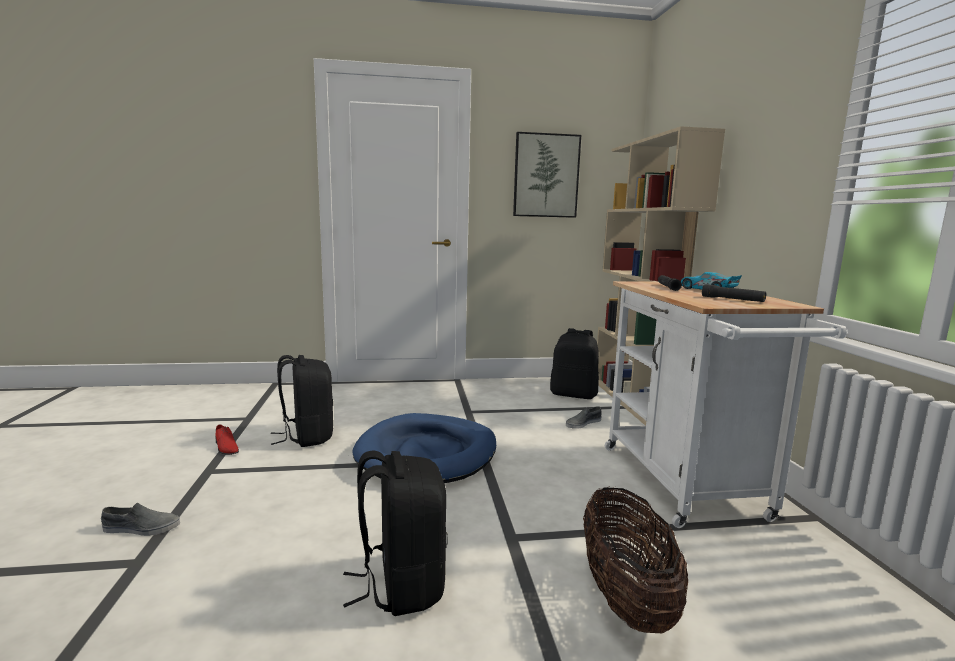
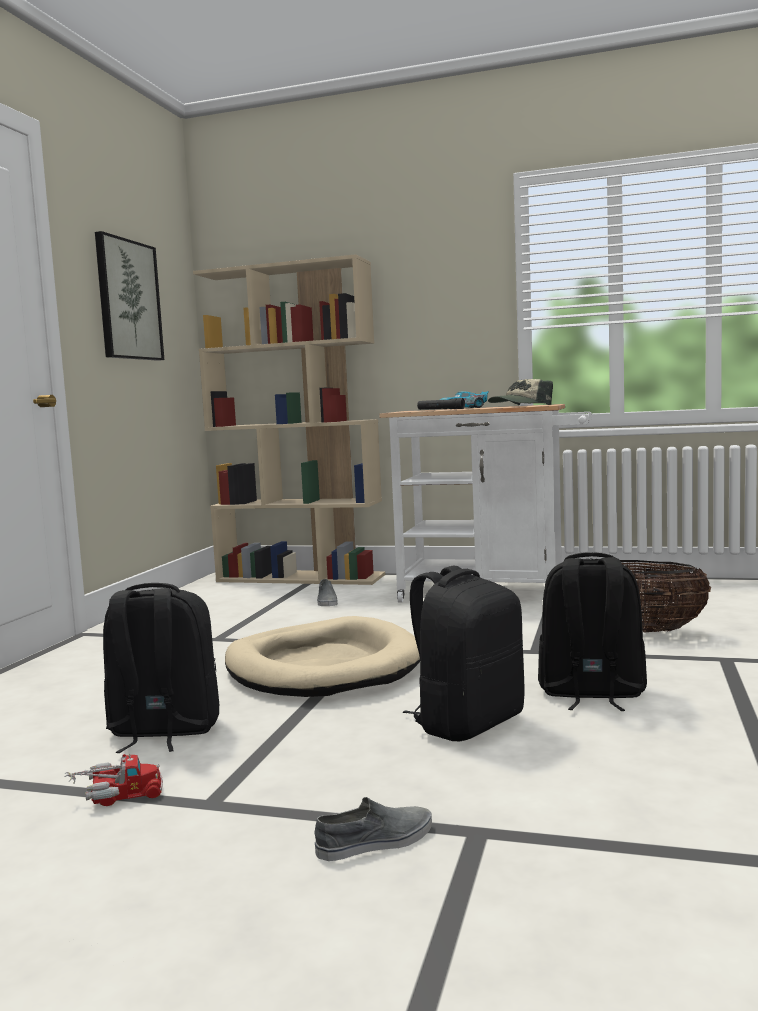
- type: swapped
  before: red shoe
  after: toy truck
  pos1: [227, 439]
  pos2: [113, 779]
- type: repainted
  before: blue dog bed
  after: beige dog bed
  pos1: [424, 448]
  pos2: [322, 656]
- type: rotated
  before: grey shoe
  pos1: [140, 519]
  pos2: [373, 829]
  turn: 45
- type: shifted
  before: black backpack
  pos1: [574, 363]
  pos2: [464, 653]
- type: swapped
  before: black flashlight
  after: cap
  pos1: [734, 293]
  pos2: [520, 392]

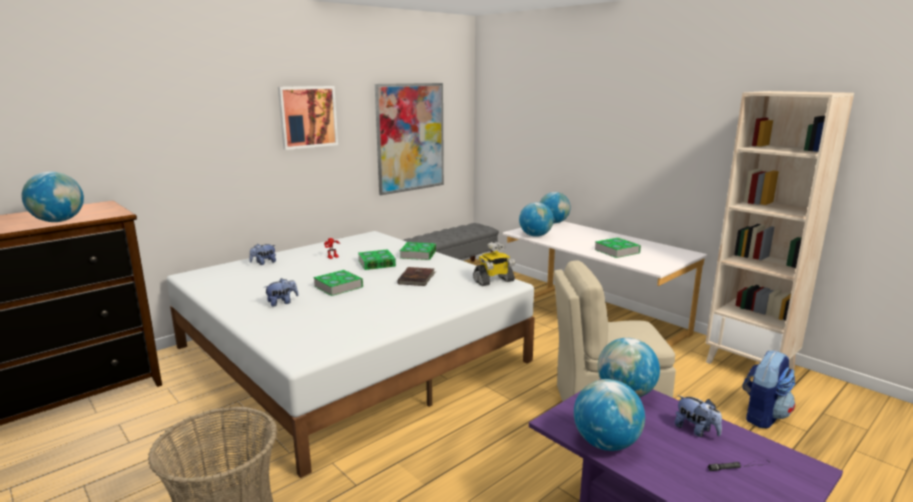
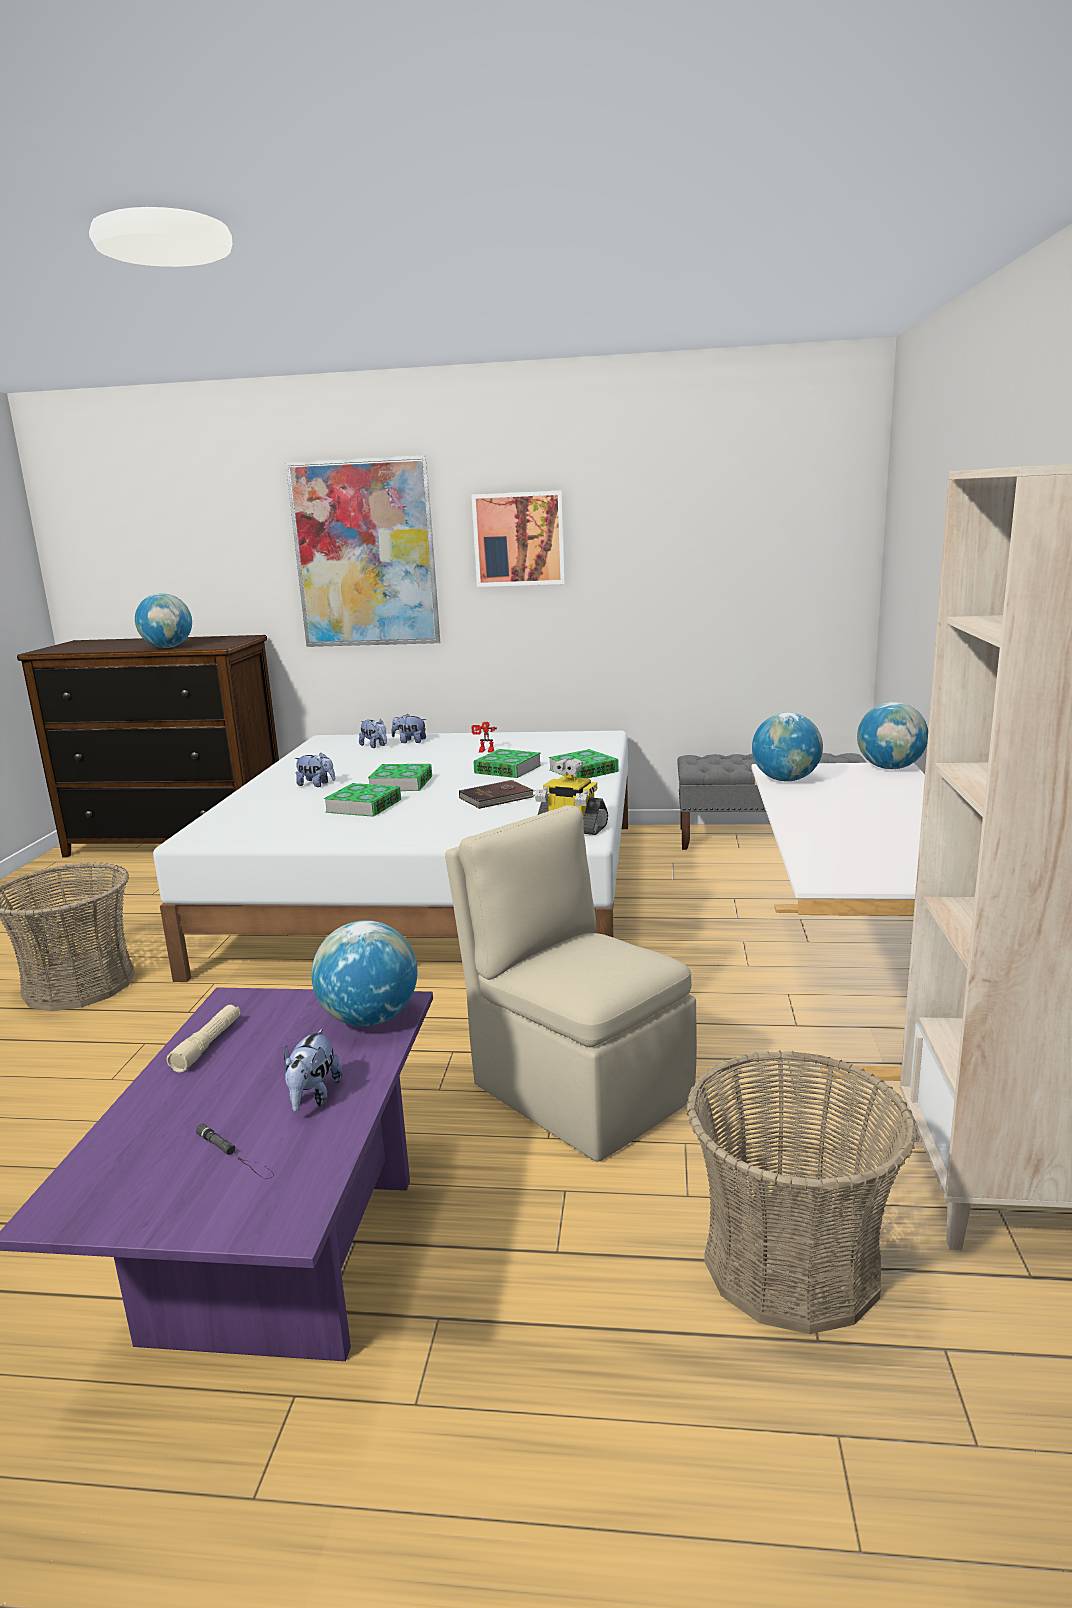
- type: swapped
  before: globe
  after: beige flashlight
  pos1: [609, 415]
  pos2: [204, 1039]
- type: shifted
  before: picture
  pos1: [409, 139]
  pos2: [363, 551]
- type: shifted
  before: book
  pos1: [617, 248]
  pos2: [362, 800]
- type: new
  after: plush toy
  pos2: [373, 733]
- type: swapped
  before: backpack
  after: basket
  pos1: [768, 389]
  pos2: [802, 1192]

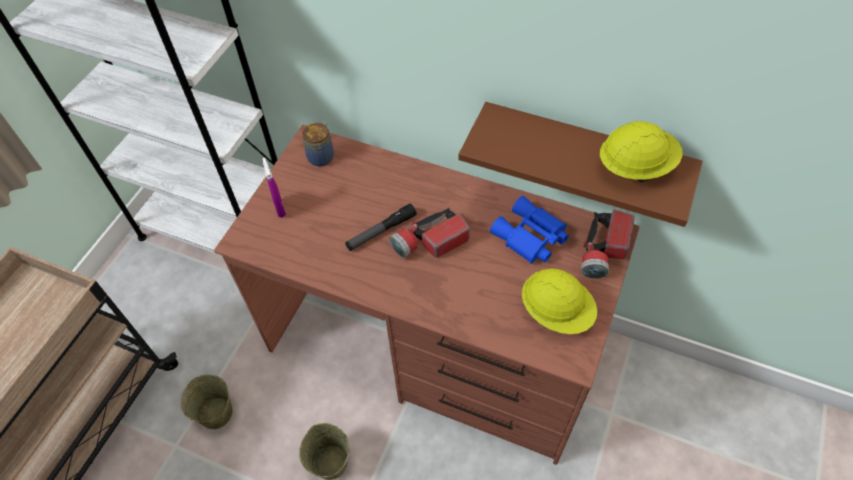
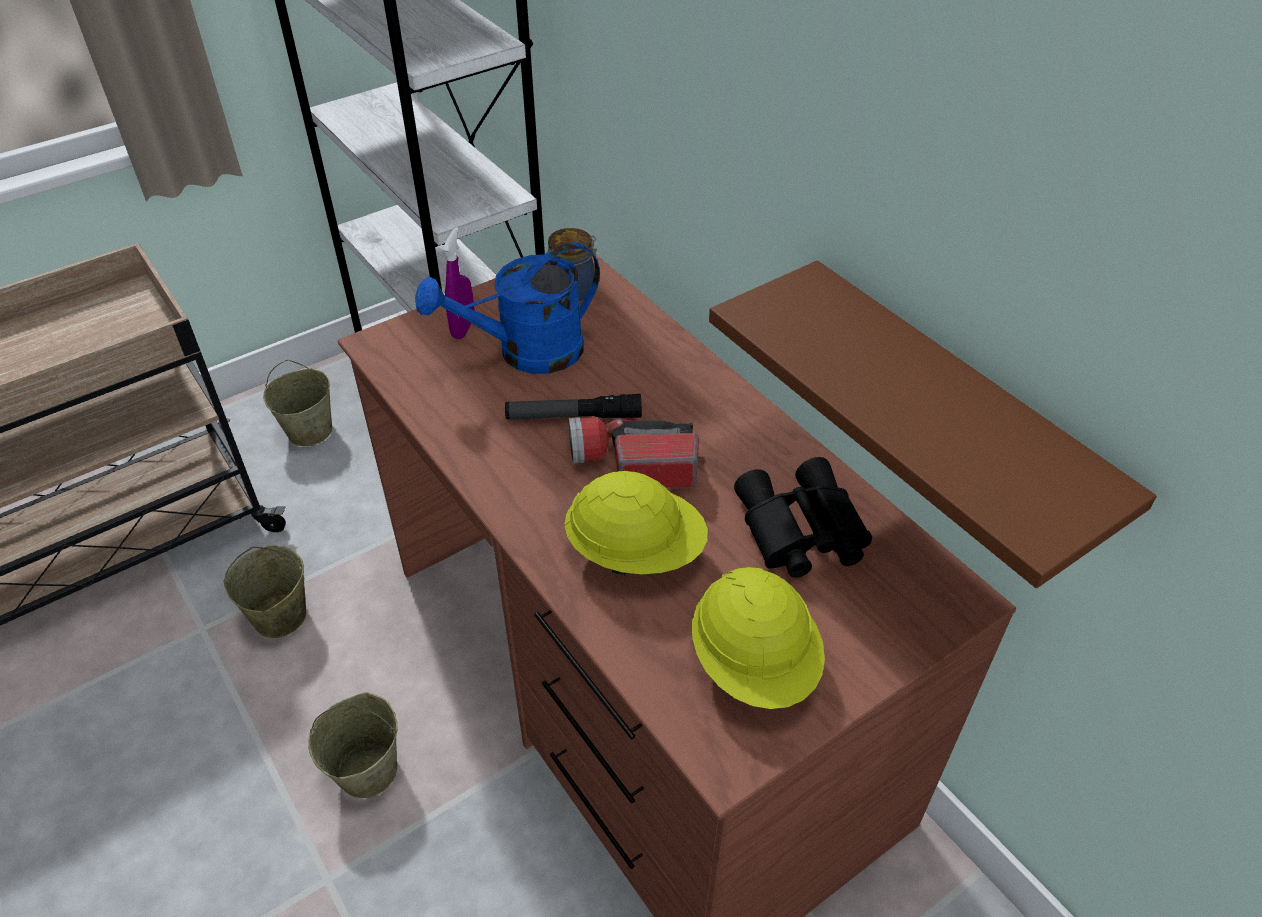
- type: new
  after: beige bucket
  pos2: [297, 403]
- type: new
  after: blue watering can
  pos2: [507, 308]
- type: shifted
  before: yellow hard hat
  pos1: [641, 151]
  pos2: [636, 523]
- type: repainted
  before: blue binoculars
  after: black binoculars
  pos1: [529, 230]
  pos2: [803, 517]
- type: gone
  before: flashlight
  pos1: [608, 244]

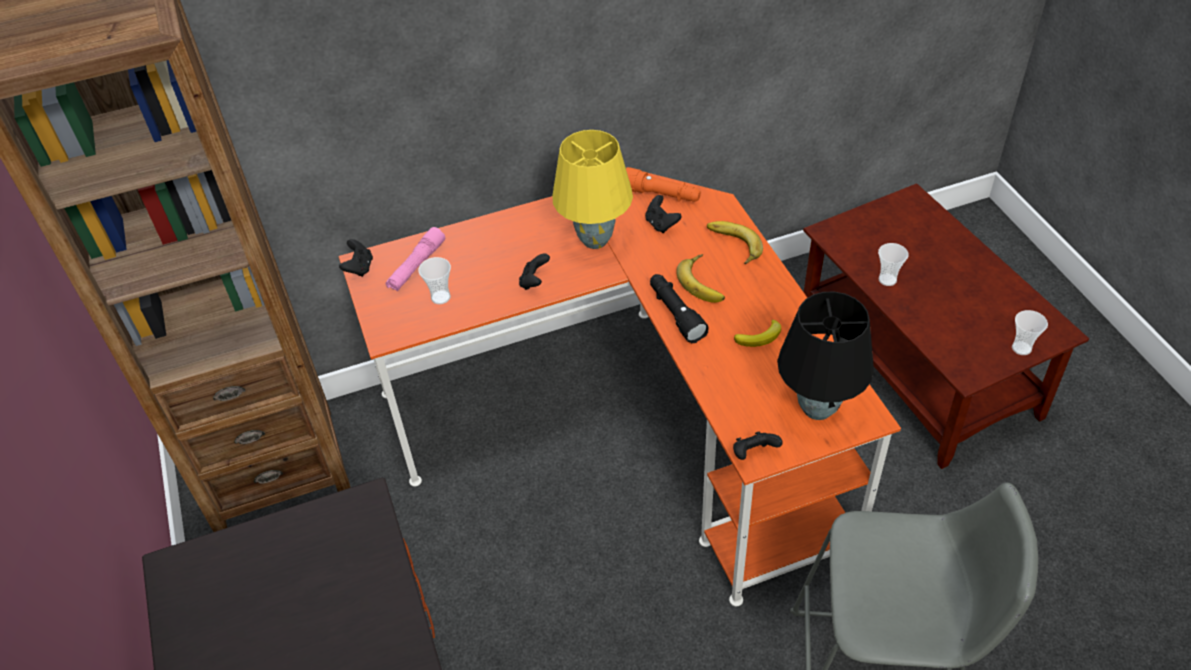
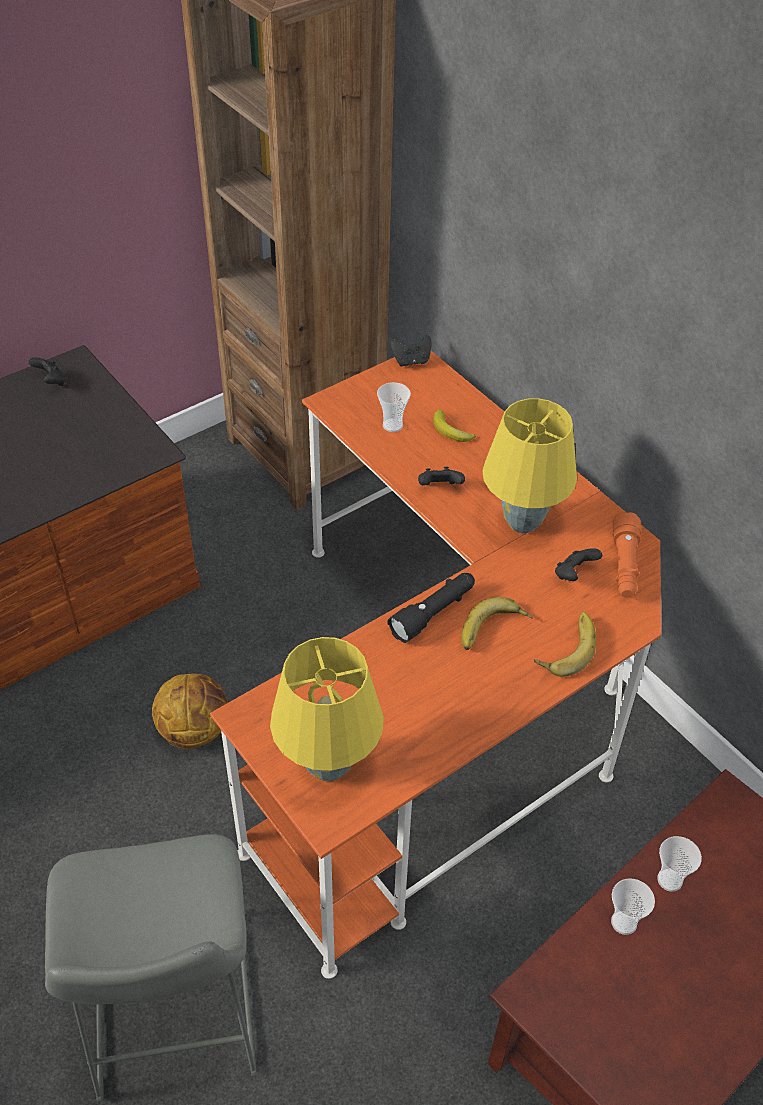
- type: shifted
  before: black game controller
  pos1: [758, 445]
  pos2: [47, 371]
- type: new
  after: basketball
  pos2: [190, 711]
- type: repainted
  before: black table lamp
  after: yellow table lamp
  pos1: [825, 356]
  pos2: [327, 709]
- type: shifted
  before: banana
  pos1: [757, 333]
  pos2: [454, 426]
- type: shifted
  before: cup
  pos1: [1030, 332]
  pos2: [633, 906]
- type: gone
  before: pink flashlight
  pos1: [415, 259]

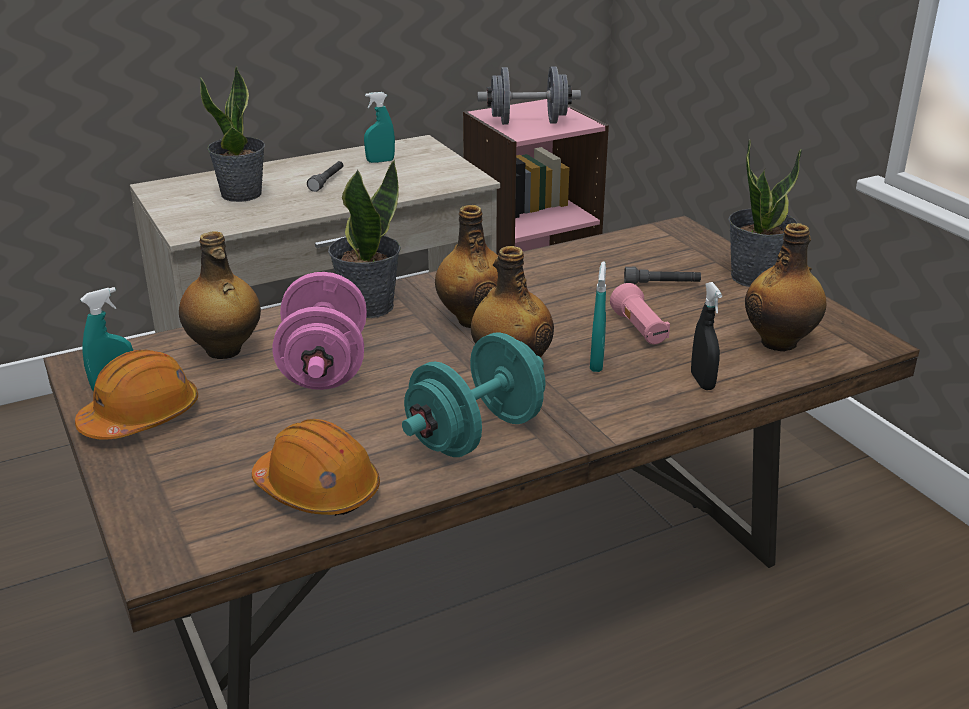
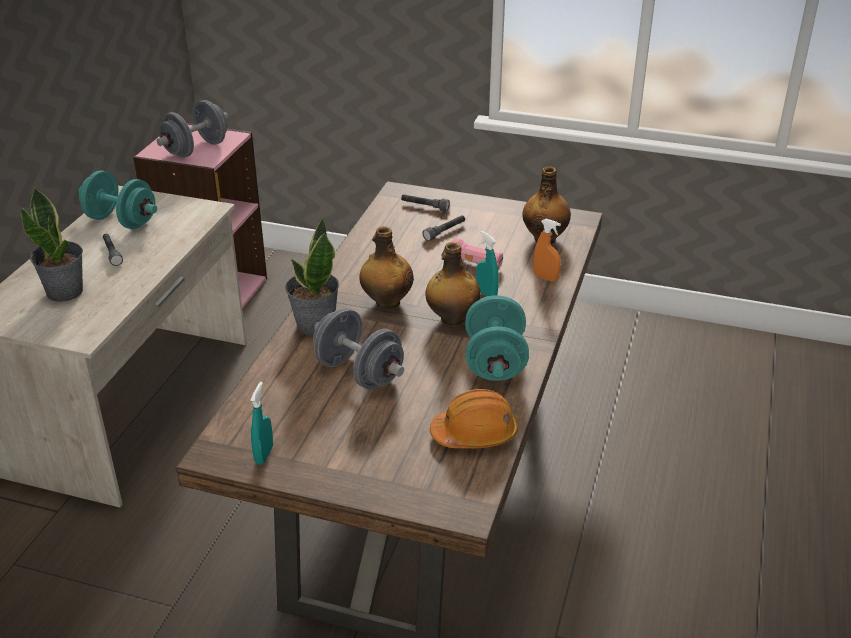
- type: swapped
  before: turquoise spray bottle
  after: turquoise dumbbell
  pos1: [379, 127]
  pos2: [117, 199]
- type: repainted
  before: pink dumbbell
  after: grey dumbbell
  pos1: [320, 331]
  pos2: [358, 349]
- type: new
  after: grey flashlight
  pos2: [425, 202]
- type: repainted
  before: black spray bottle
  after: orange spray bottle
  pos1: [706, 336]
  pos2: [547, 250]
- type: gone
  before: orange hard hat
  pos1: [136, 395]
- type: gone
  before: bottle
  pos1: [220, 295]
- type: gone
  before: potted plant
  pos1: [765, 213]

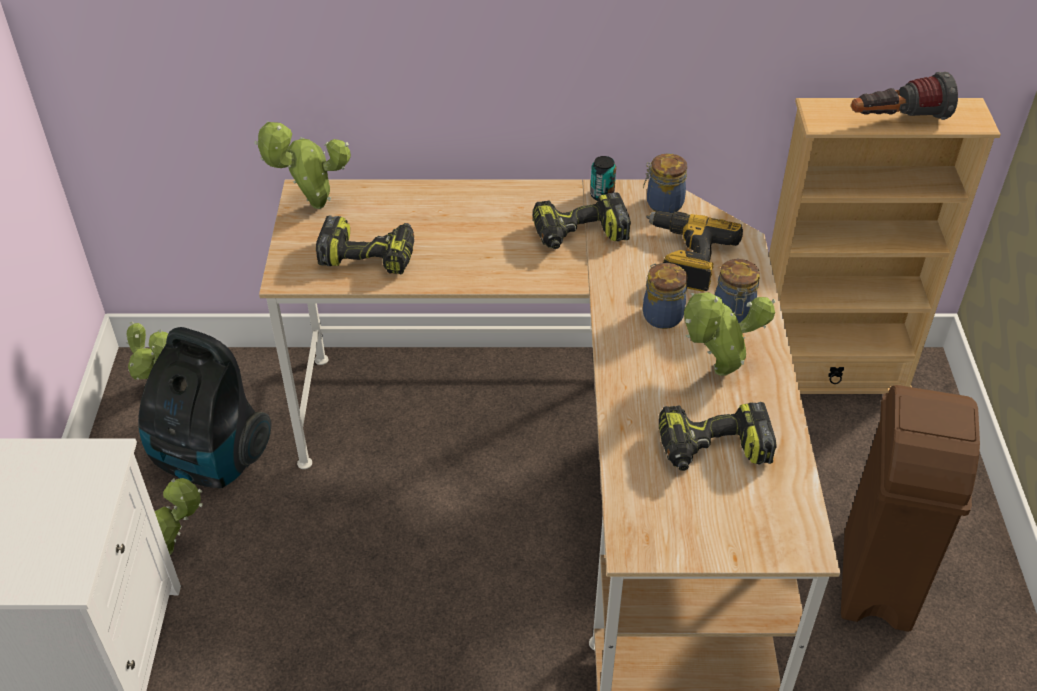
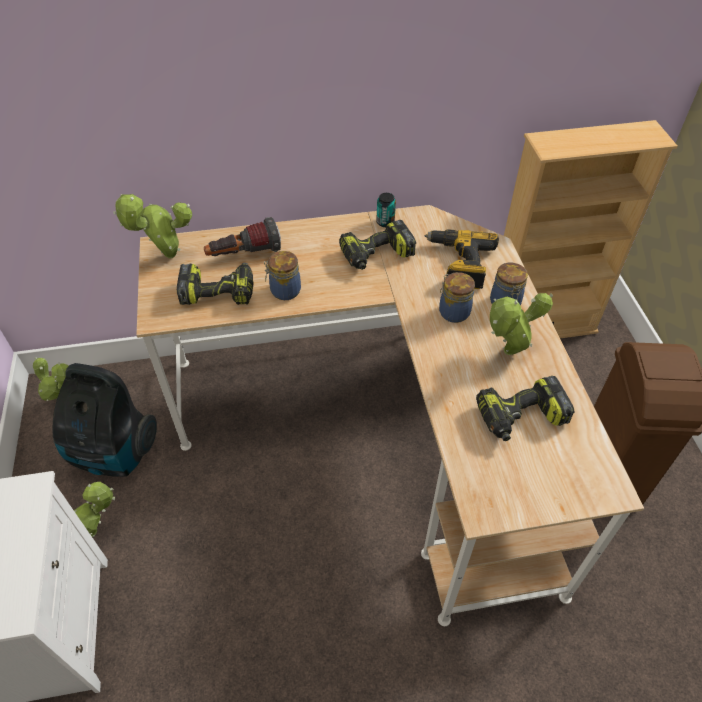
- type: shifted
  before: flashlight
  pos1: [904, 96]
  pos2: [242, 236]
- type: shifted
  before: jar
  pos1: [665, 183]
  pos2: [282, 275]

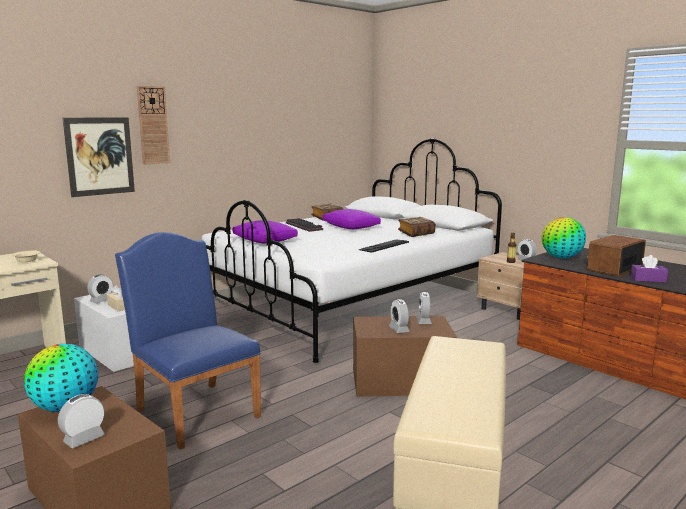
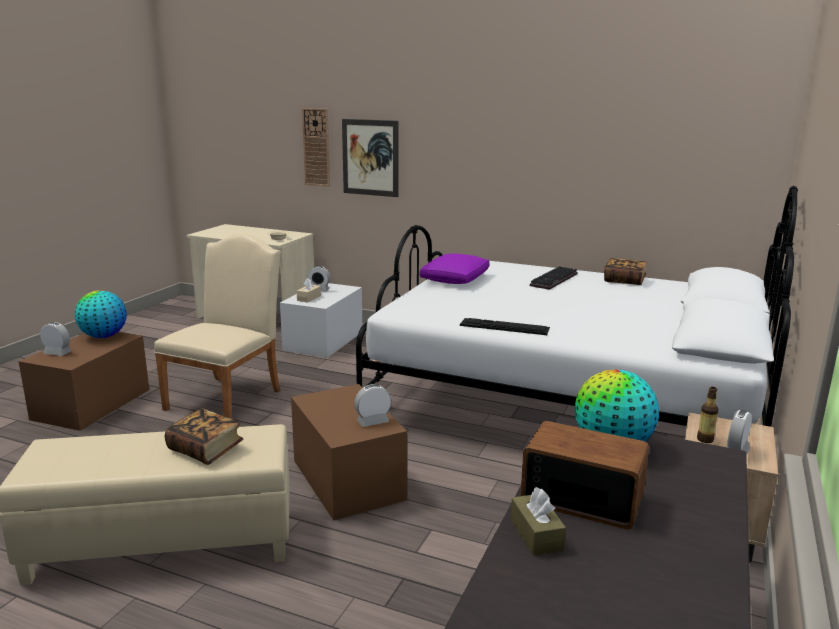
- type: repainted
  before: blue chair
  after: beige chair
  pos1: [188, 340]
  pos2: [217, 326]
- type: shifted
  before: book
  pos1: [417, 227]
  pos2: [204, 436]
- type: shifted
  before: wall clock
  pos1: [153, 125]
  pos2: [316, 147]
- type: repainted
  before: purple tissue box
  after: brown tissue box
  pos1: [649, 268]
  pos2: [538, 521]
- type: gone
  before: purple pillow
  pos1: [352, 219]
- type: gone
  before: alarm clock
  pos1: [399, 316]

